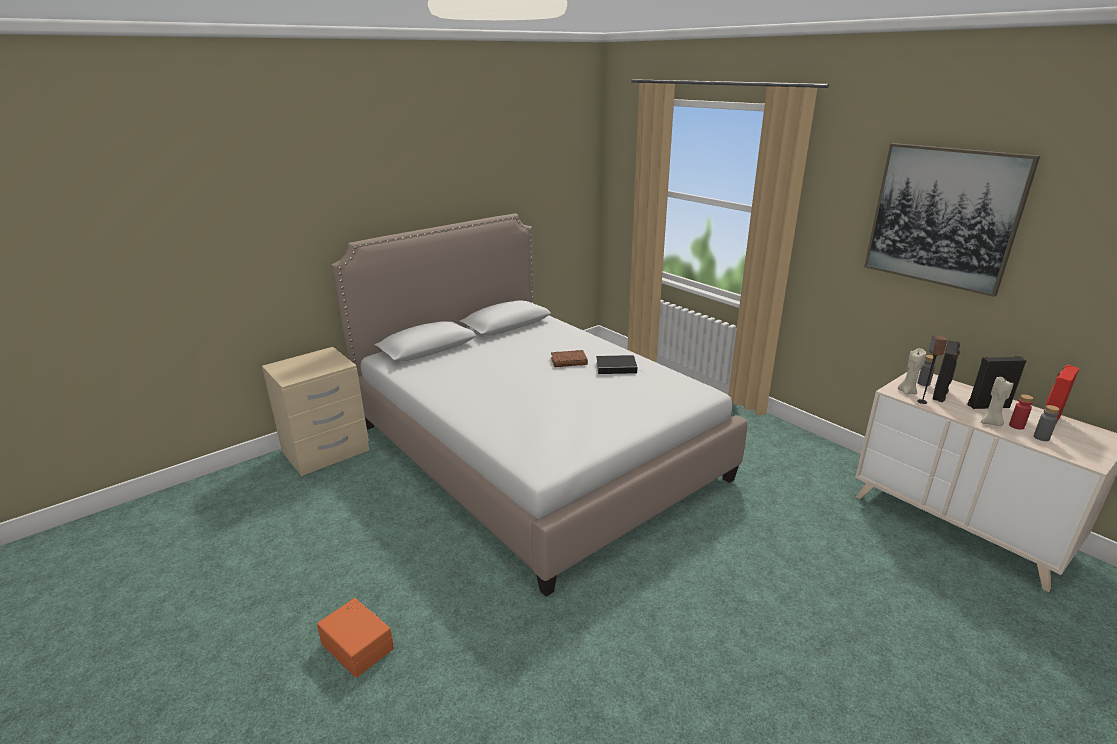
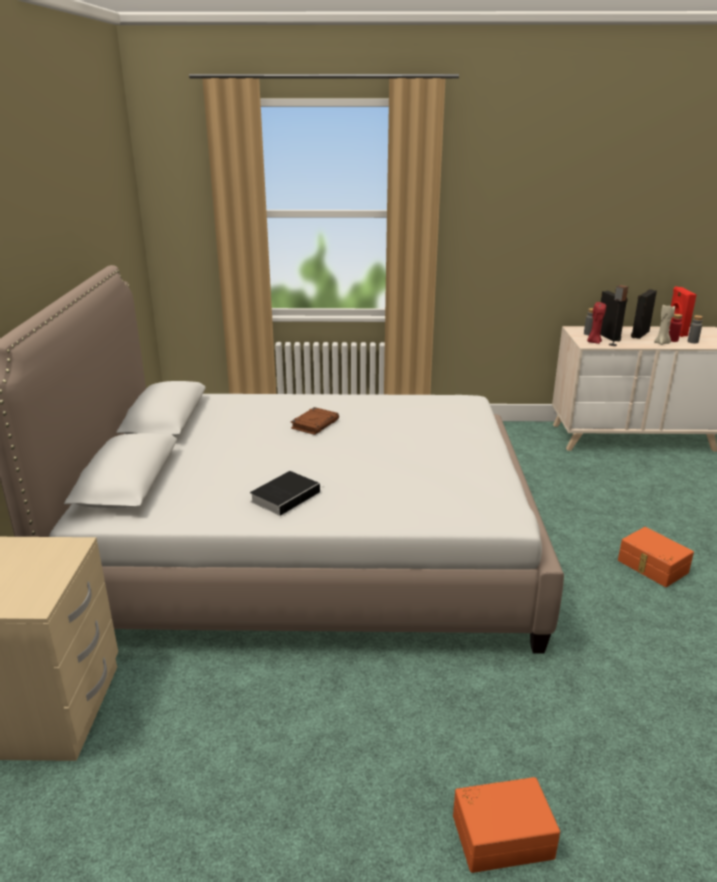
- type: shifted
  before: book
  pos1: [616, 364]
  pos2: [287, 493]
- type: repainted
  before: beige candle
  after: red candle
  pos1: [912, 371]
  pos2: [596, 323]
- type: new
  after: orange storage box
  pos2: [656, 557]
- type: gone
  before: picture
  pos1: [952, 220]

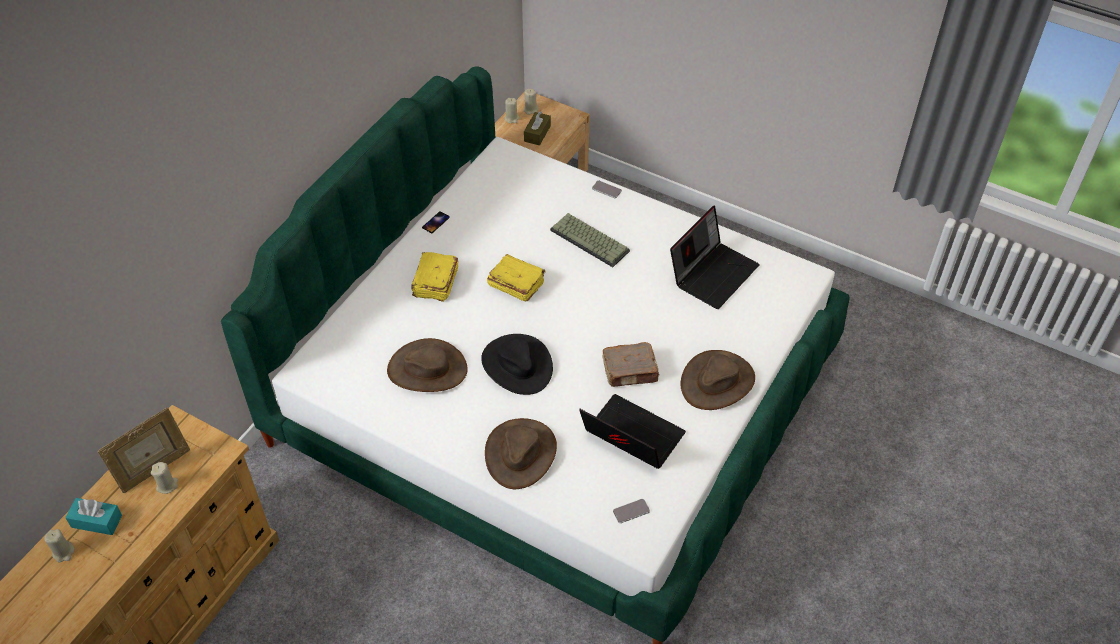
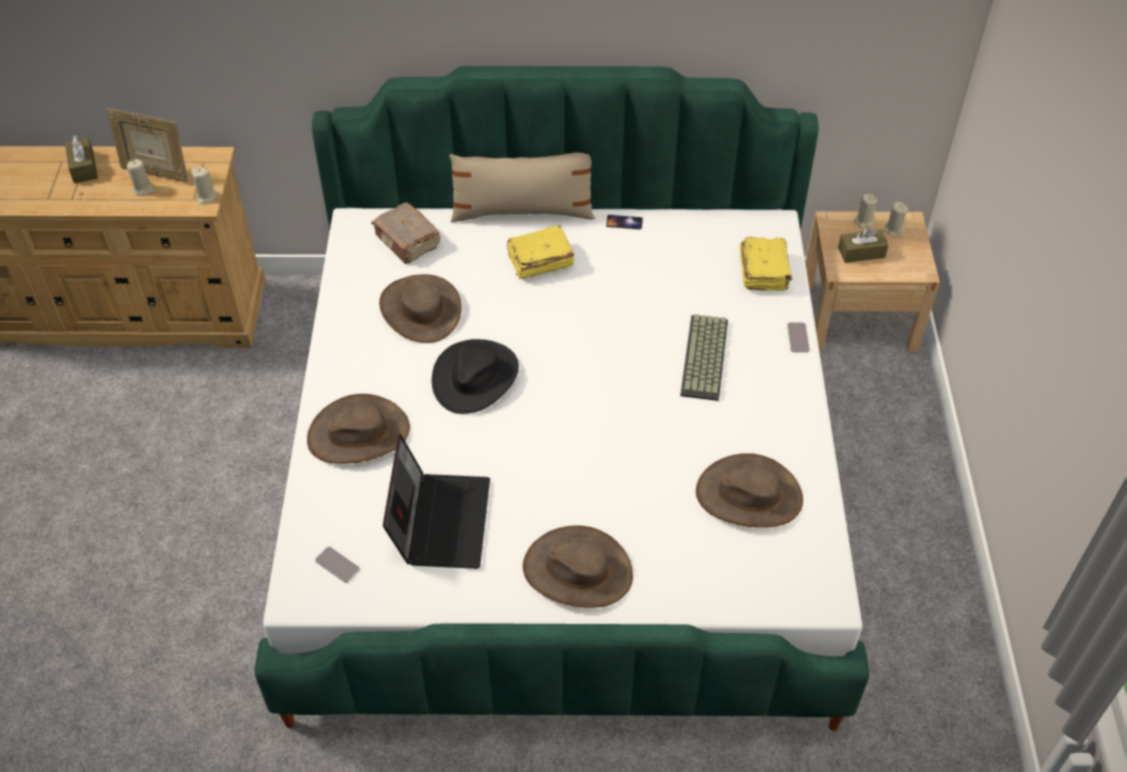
- type: repainted
  before: turquoise tissue box
  after: brown tissue box
  pos1: [93, 516]
  pos2: [81, 159]
- type: shifted
  before: beige candle
  pos1: [59, 545]
  pos2: [204, 185]
- type: shifted
  before: brown book
  pos1: [631, 364]
  pos2: [405, 233]
- type: new
  after: beige pillow
  pos2: [522, 187]
- type: swapped
  before: laptop
  after: brown hat
  pos1: [715, 257]
  pos2: [749, 490]
- type: shifted
  before: yellow book
  pos1: [516, 277]
  pos2: [765, 264]

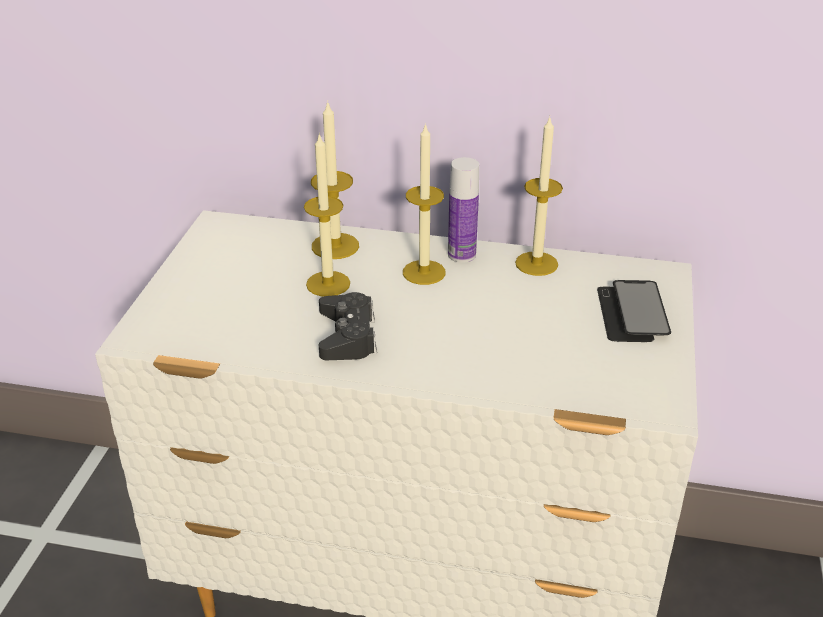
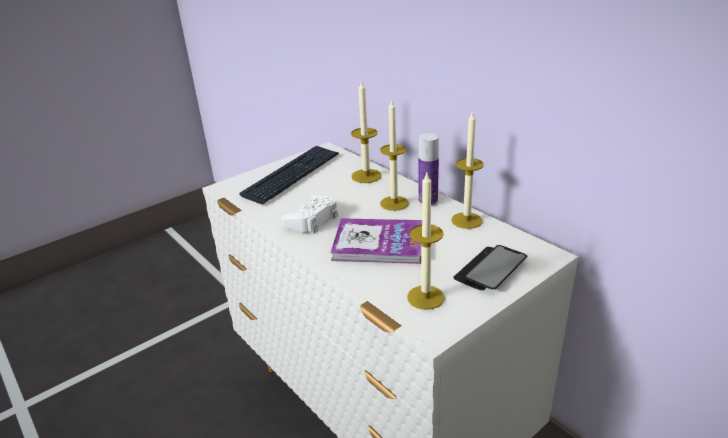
- type: new
  after: keyboard
  pos2: [289, 175]
- type: repainted
  before: black game controller
  after: white game controller
  pos1: [348, 326]
  pos2: [309, 214]
- type: new
  after: book
  pos2: [376, 241]
- type: shifted
  before: candle
  pos1: [327, 214]
  pos2: [426, 241]

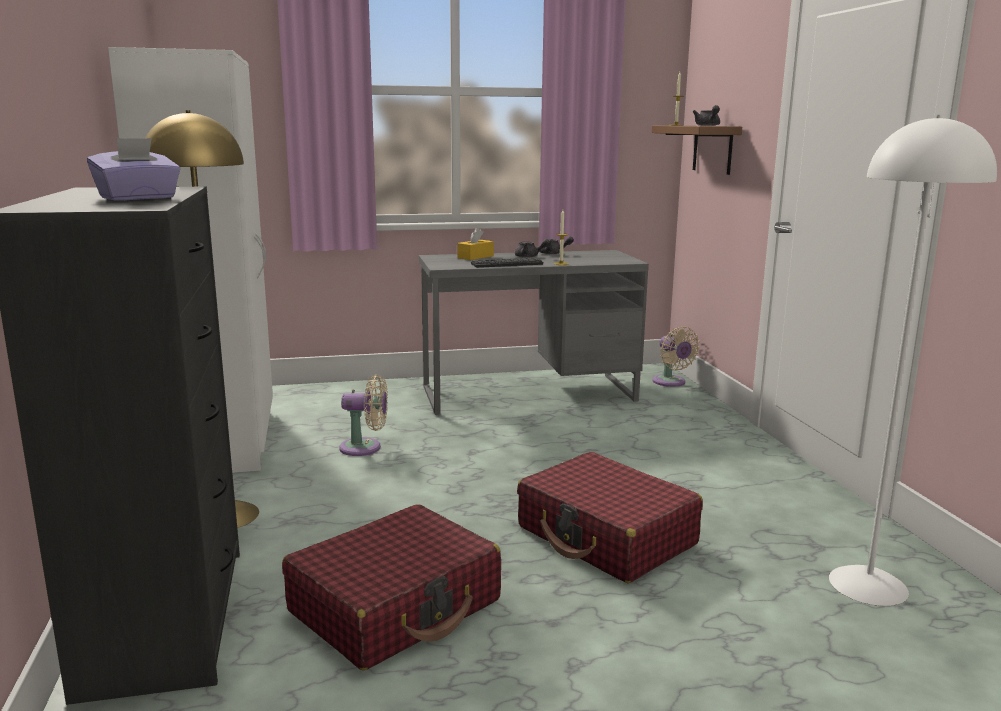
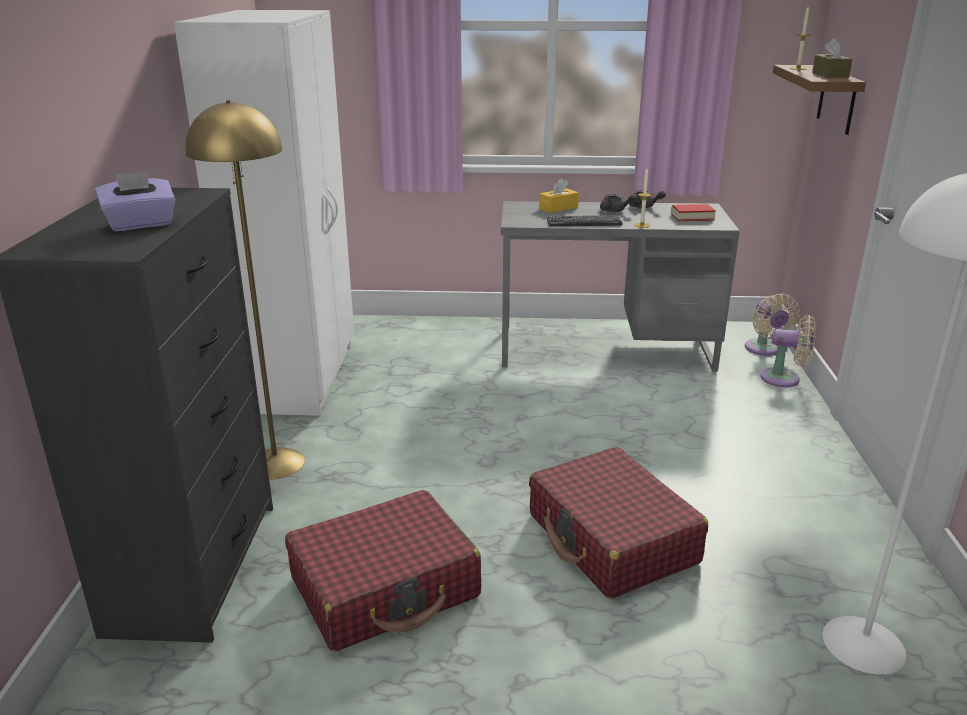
- type: new
  after: book
  pos2: [693, 212]
- type: shifted
  before: beige fan
  pos1: [363, 415]
  pos2: [788, 351]
- type: swapped
  before: grey teapot
  after: brown tissue box
  pos1: [706, 115]
  pos2: [832, 58]

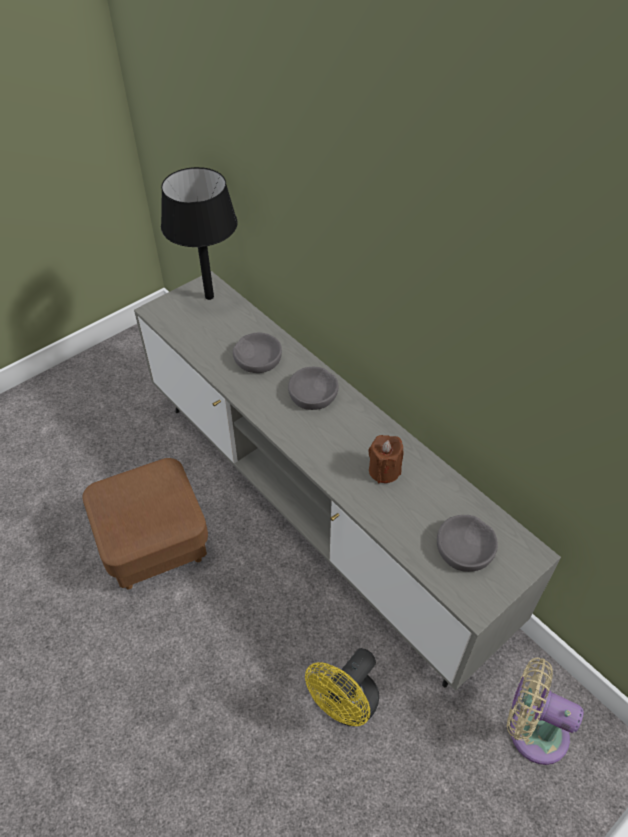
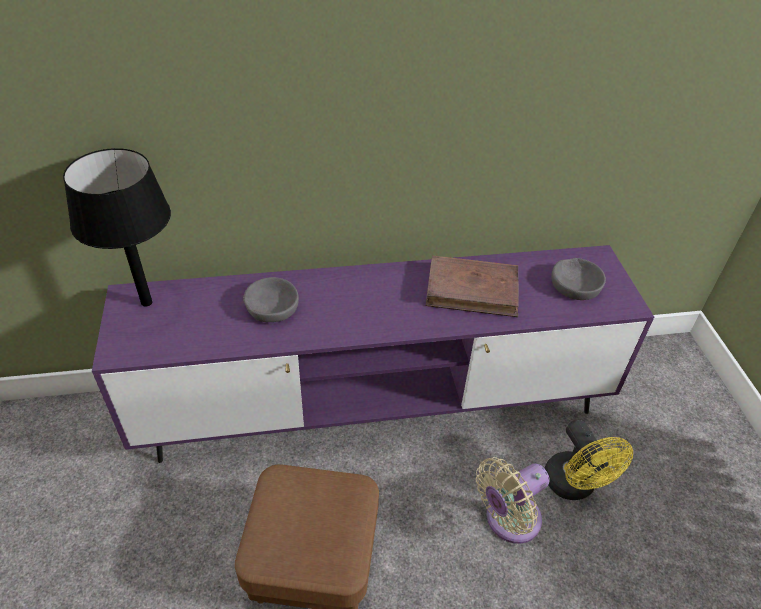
- type: repainted
  before: grey tv stand
  after: purple tv stand
  pos1: [347, 481]
  pos2: [373, 354]
- type: swapped
  before: brown candle
  after: brown book
  pos1: [385, 459]
  pos2: [472, 286]
- type: shifted
  before: beige fan
  pos1: [545, 711]
  pos2: [513, 500]
- type: gone
  before: grey bowl
  pos1: [313, 388]

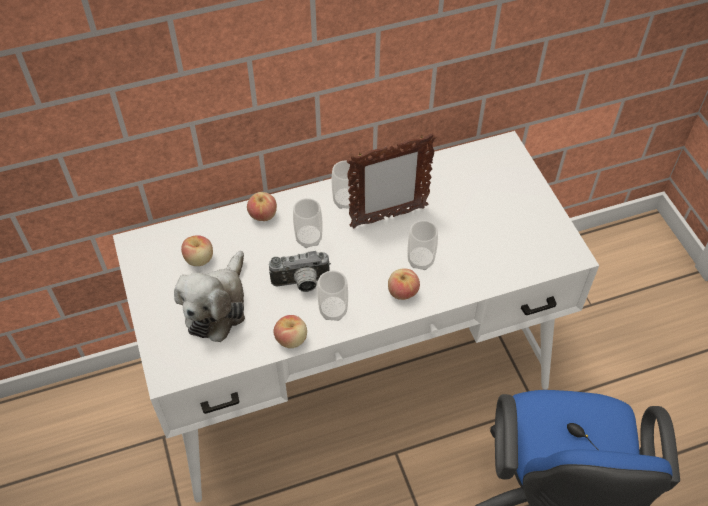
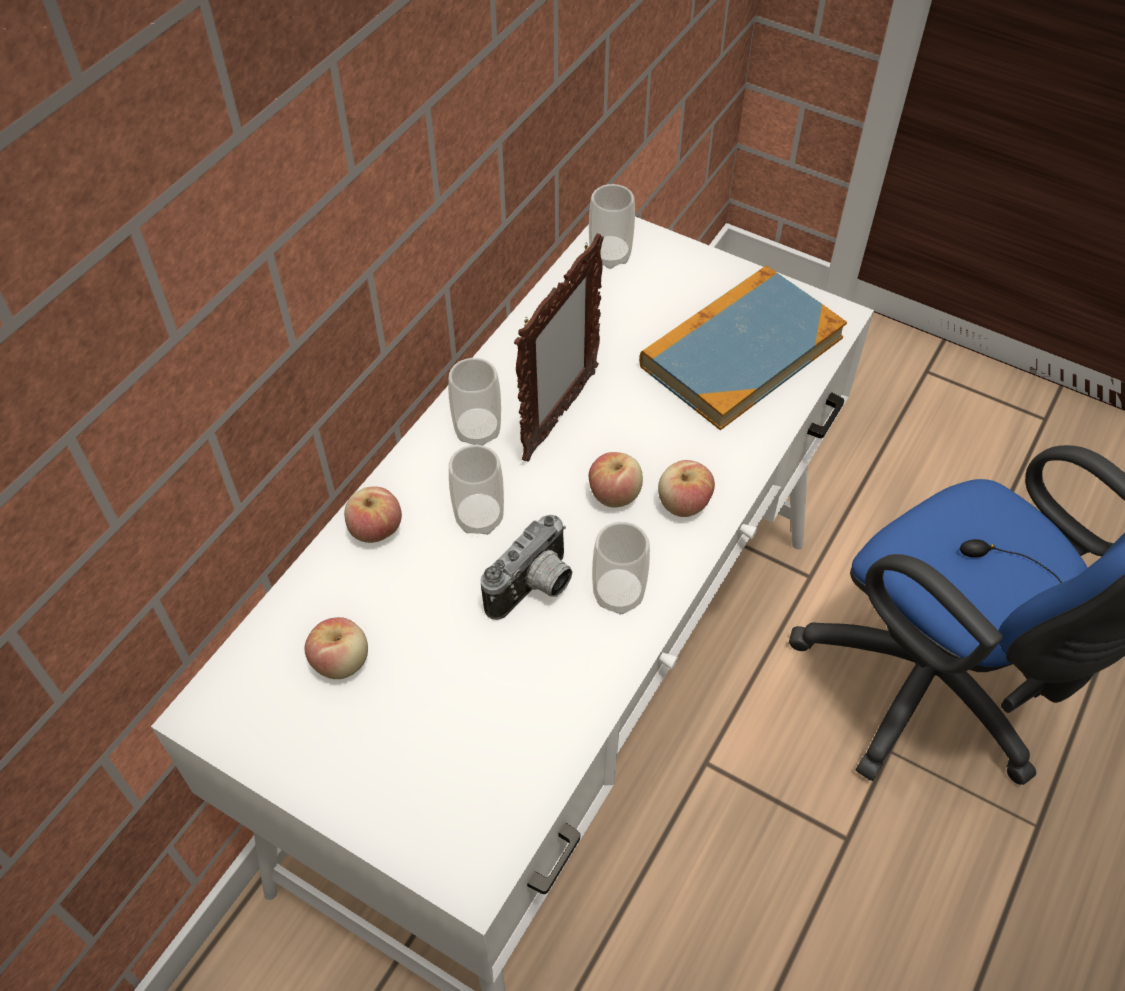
- type: shifted
  before: cup
  pos1: [423, 245]
  pos2: [612, 226]
- type: shifted
  before: apple
  pos1: [290, 331]
  pos2: [616, 479]
- type: new
  after: book
  pos2: [743, 347]
- type: gone
  before: plush toy
  pos1: [209, 296]

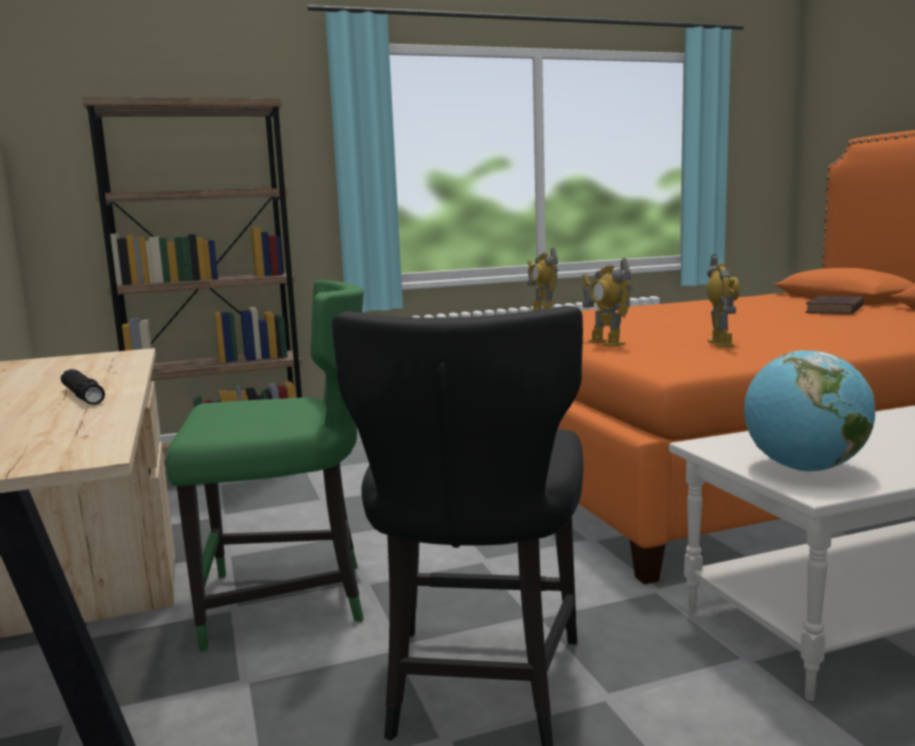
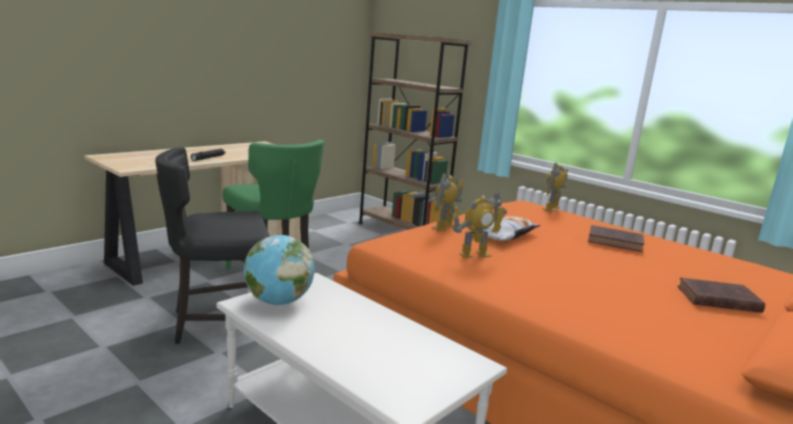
- type: new
  after: pillow
  pos2: [505, 228]
- type: new
  after: brown book
  pos2: [616, 238]

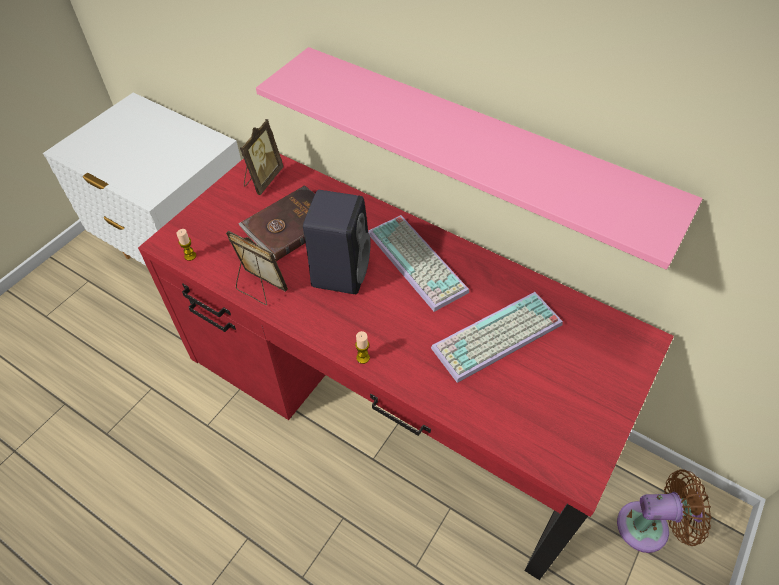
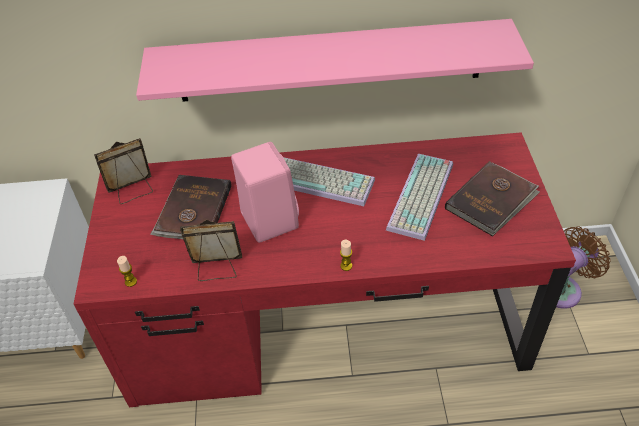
- type: rotated
  before: picture frame
  pos1: [262, 157]
  pos2: [123, 171]
  turn: -105
- type: repainted
  before: black speaker
  after: pink speaker
  pos1: [337, 242]
  pos2: [265, 192]
- type: new
  after: brown book
  pos2: [492, 198]

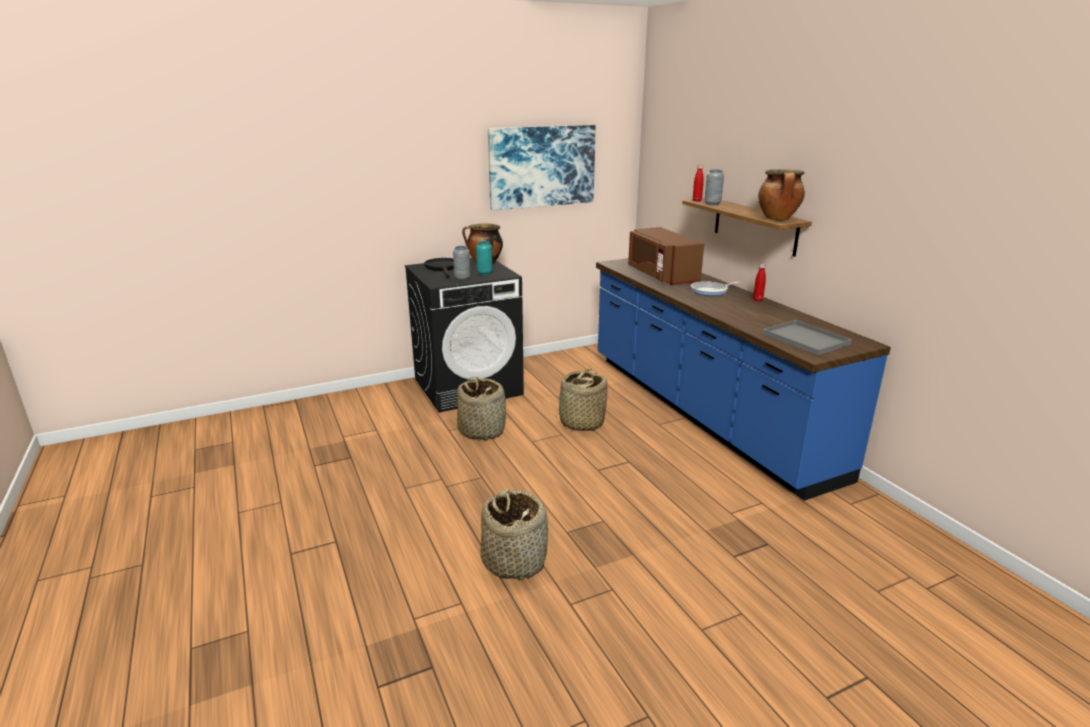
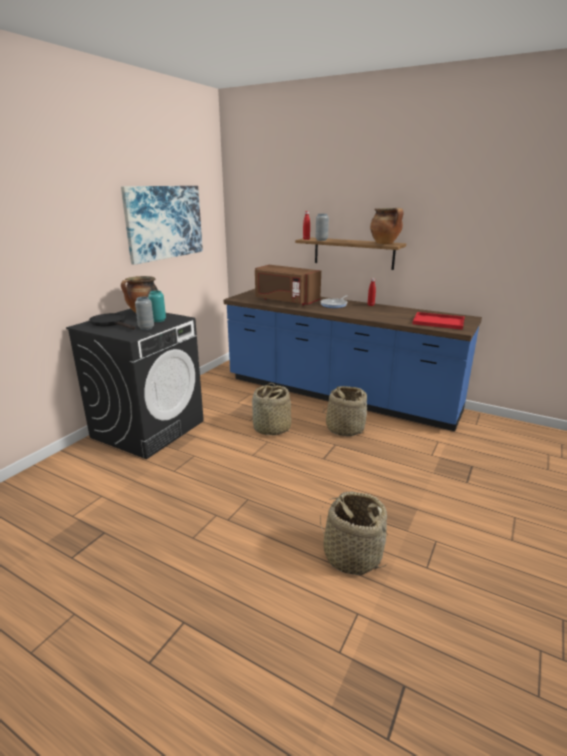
- type: shifted
  before: basket
  pos1: [481, 408]
  pos2: [345, 411]
- type: repainted
  before: grey tray
  after: red tray
  pos1: [807, 337]
  pos2: [438, 321]

